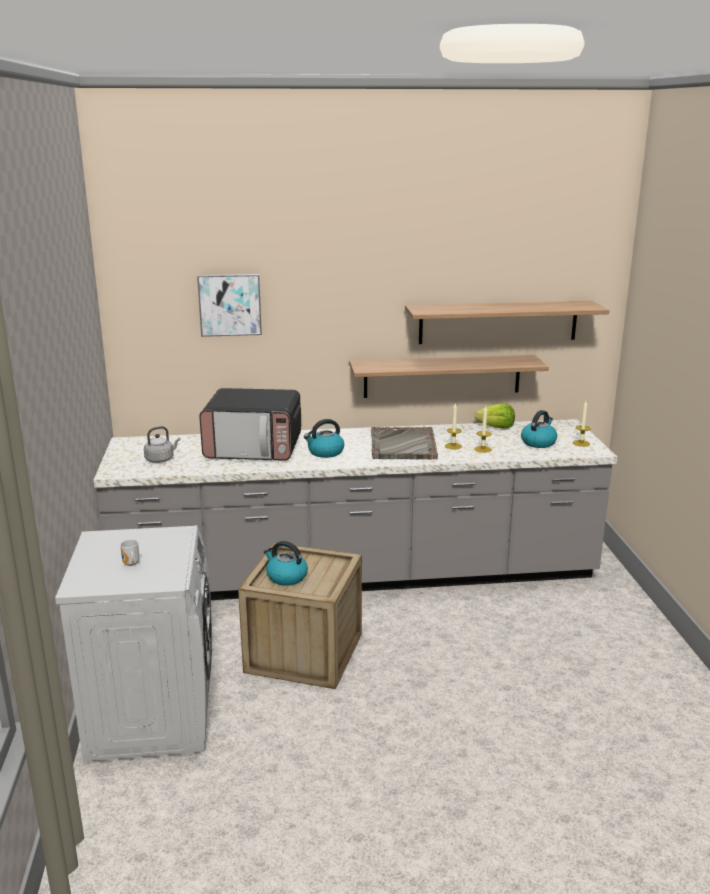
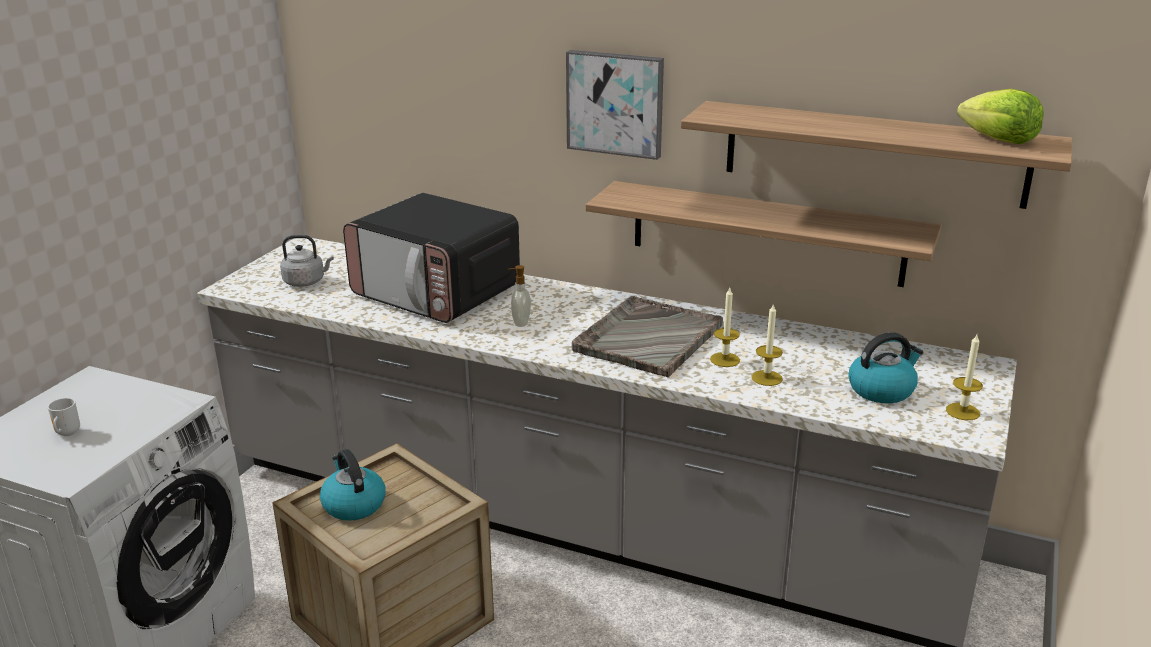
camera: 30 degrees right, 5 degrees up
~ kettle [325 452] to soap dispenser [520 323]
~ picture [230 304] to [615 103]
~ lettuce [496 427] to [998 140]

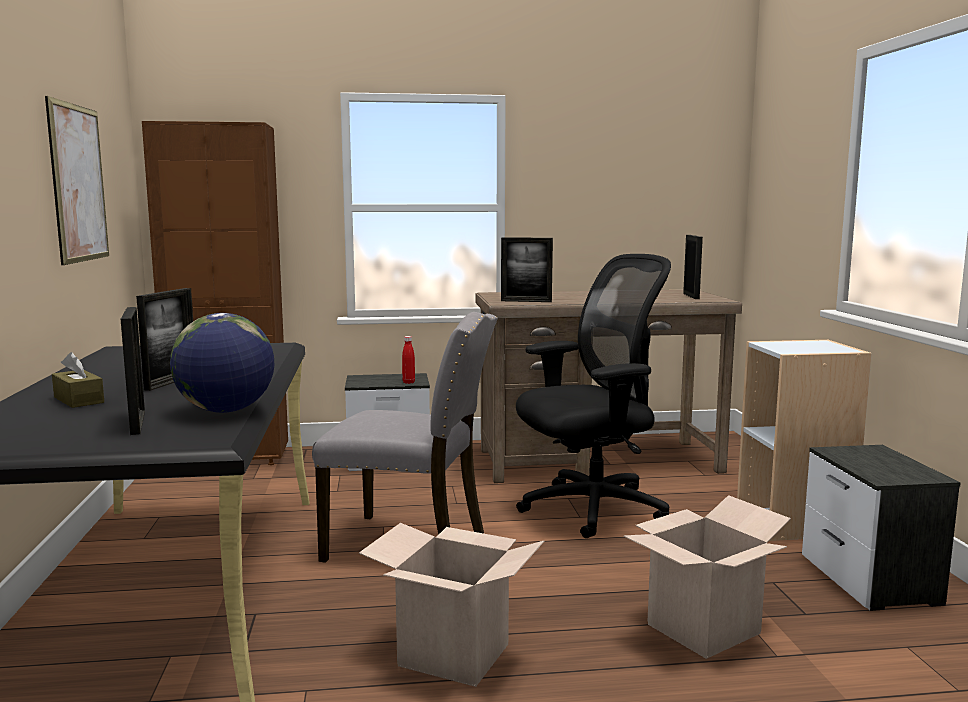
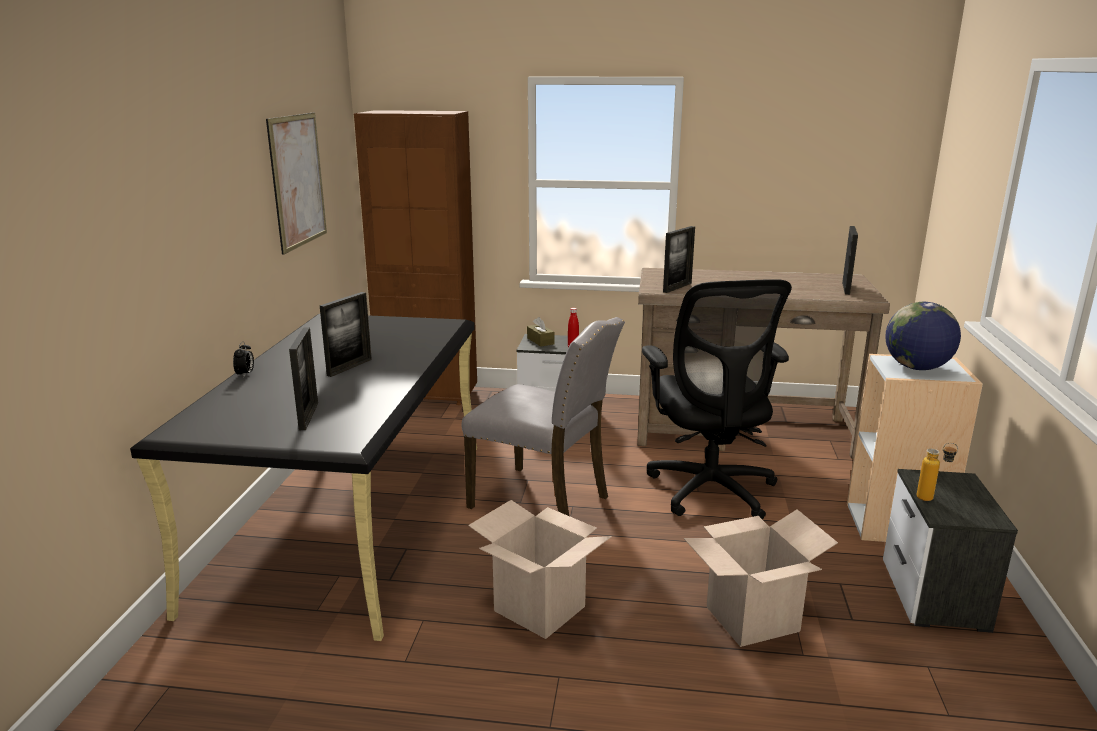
camera: 15 degrees right, 10 degrees up
+ alarm clock [245 374]
~ brown tissue box [79 400] to [540 341]
~ black office chair [587 511] = [707 486] 90 degrees clockwise
~ picture frame [526 301] = [677 287] 75 degrees counterclockwise
~ globe [226 411] to [917 368]
+ bottle [931 498]

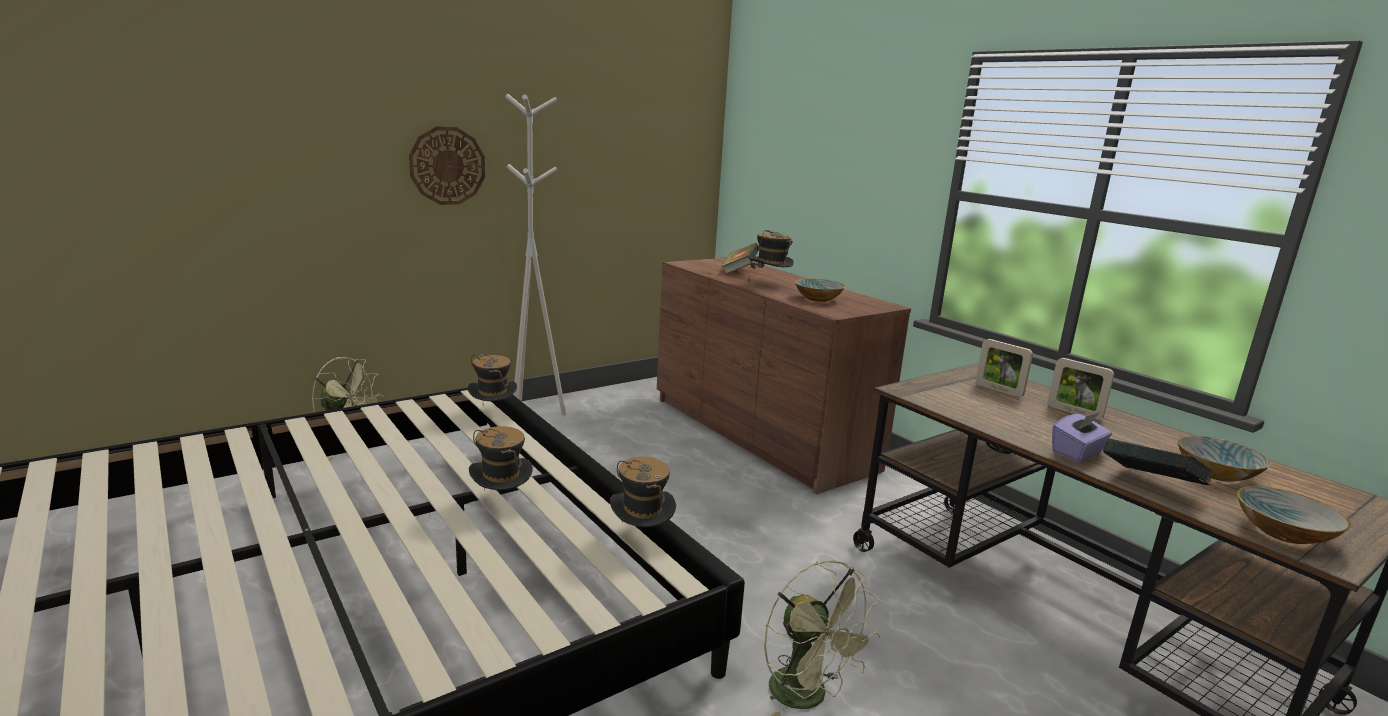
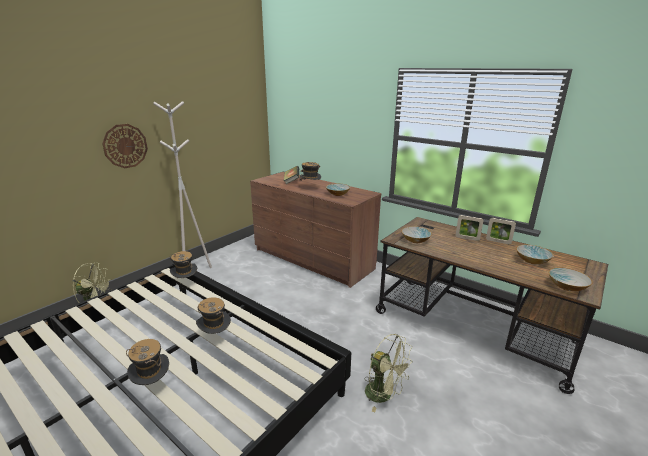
camera: 15 degrees left, 5 degrees up
~ hat [641 539] to [152 385]
+ bowl [415 240]
~ picture frame [999 390] to [498 241]
- purple tissue box [1077 453]
- book [1149 485]

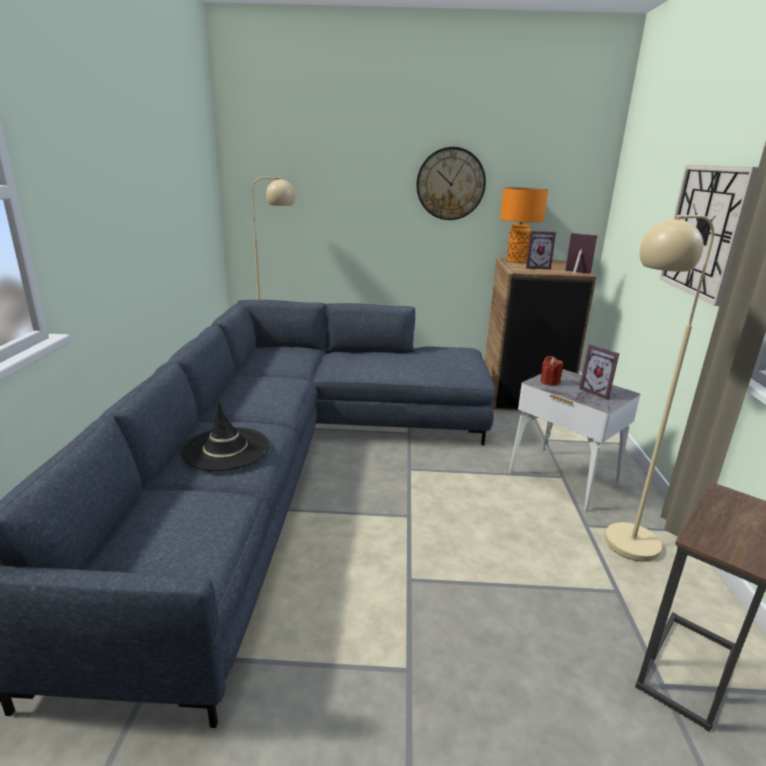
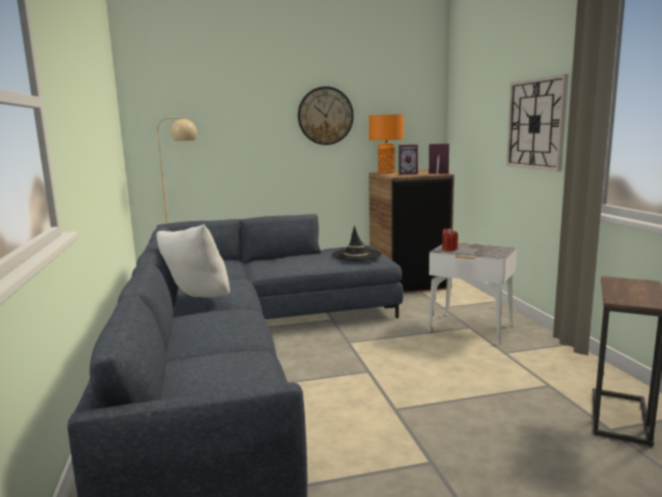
camera: 15 degrees left, 10 degrees down
+ white pillow [196 300]
~ black hat [226 449] to [356 255]
- picture frame [598 392]
- beige floor lamp [619 548]

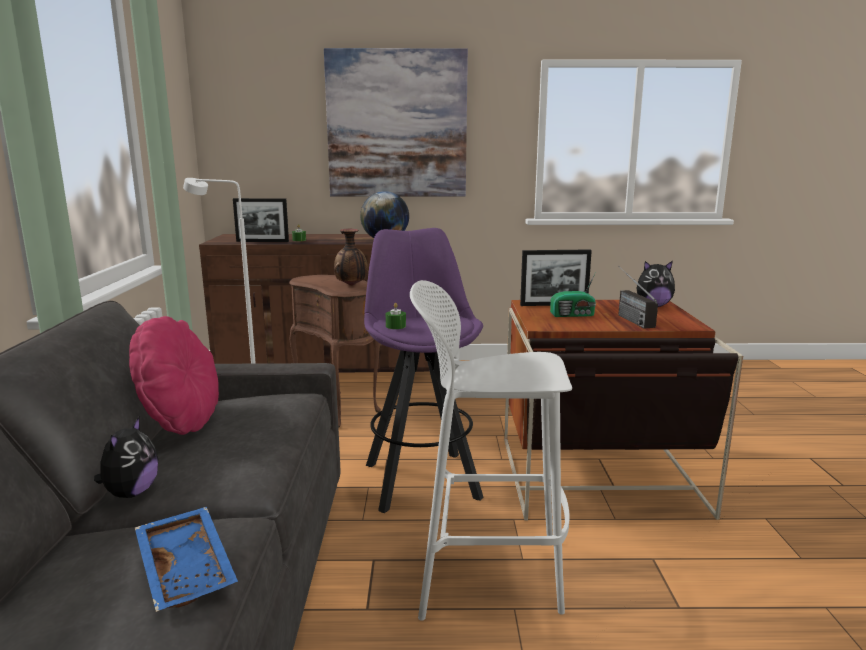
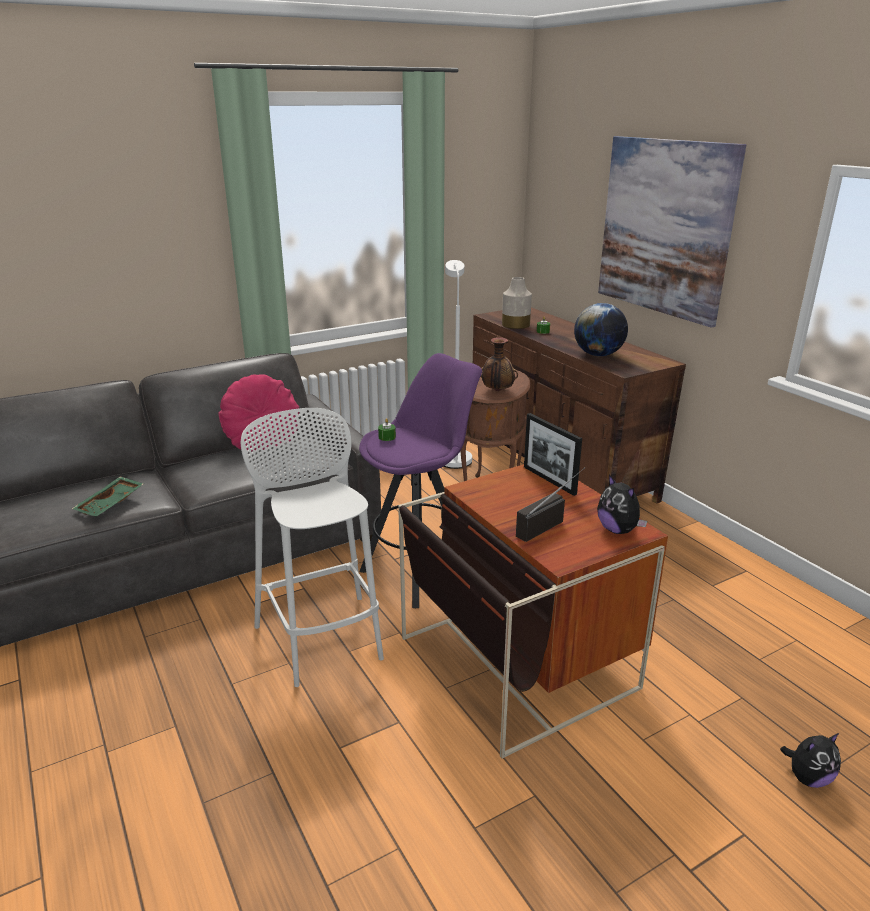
camera: 60 degrees right, 10 degrees up
~ blue tray [188 569] to green tray [111 504]
~ picture frame [262 241] to beige vase [516 324]
~ plush toy [130 493] to [807 777]
- radio [573 315]

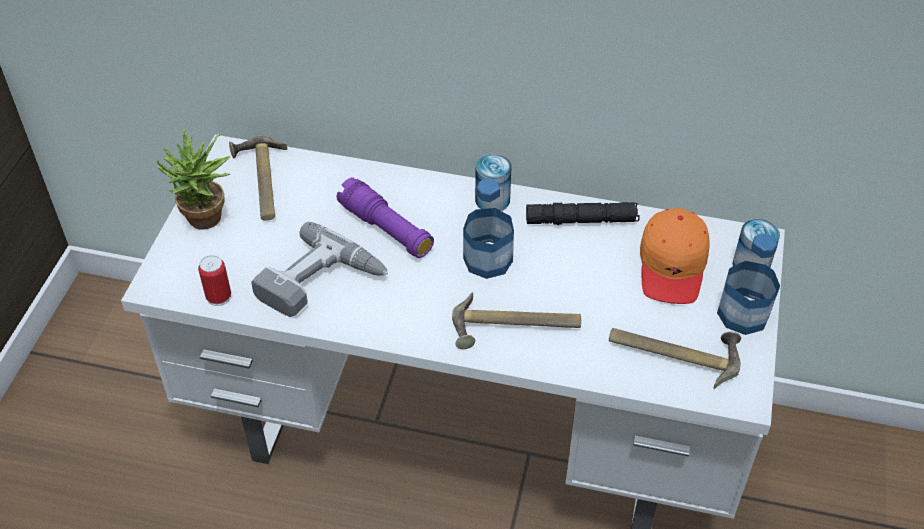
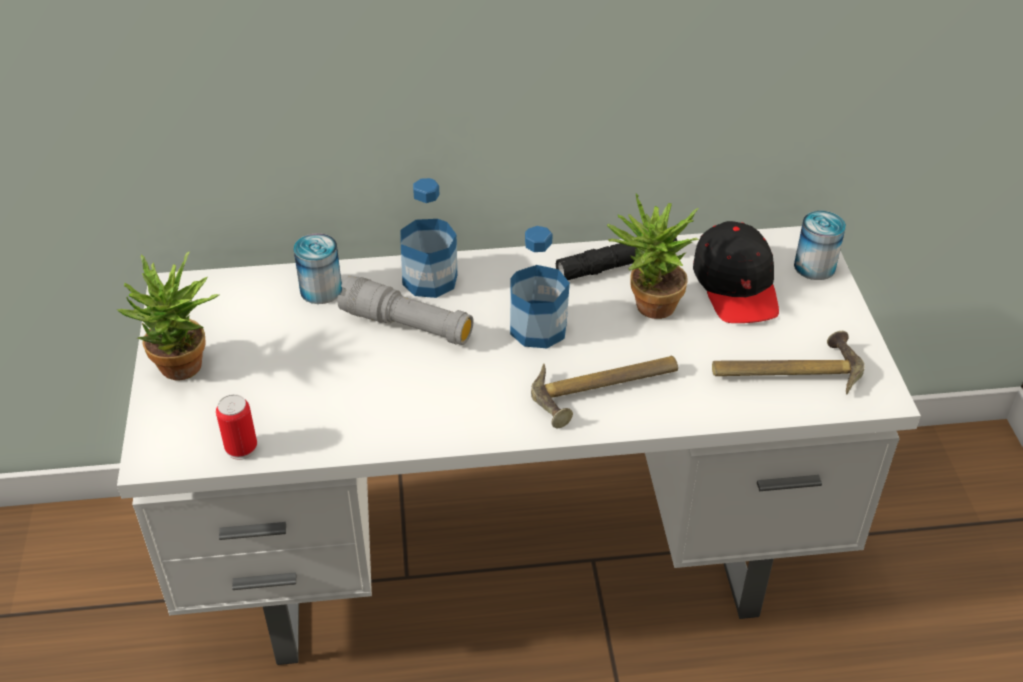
camera: 20 degrees left, 5 degrees down
~ can [492 200] to [321 290]
~ purple flashlight [386 229] to grey flashlight [407 325]
~ bottle [743 314] to [430 279]
+ potted plant [647 307]
~ orange cap [672 265] to black cap [736 285]
- hammer [259 183]
- power drill [321 284]

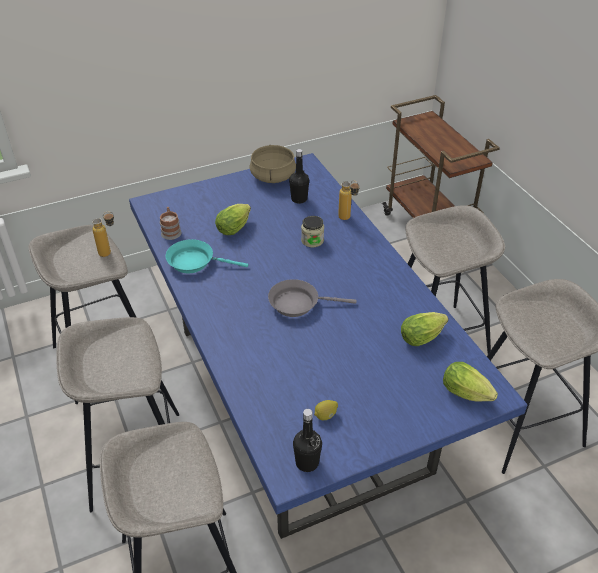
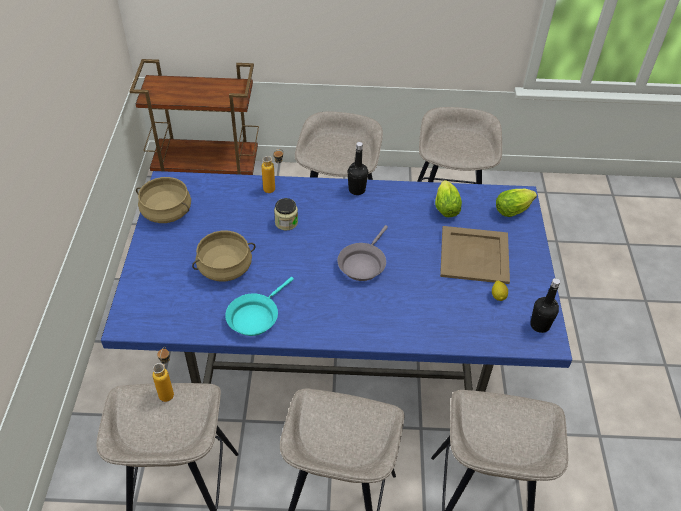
camera: 65 degrees left, 5 degrees up
~ lettuce [235 227] to beige cooking pot [225 268]
~ black bottle [299 199] to [357 190]
+ beige tray [475 254]
- mug [171 231]

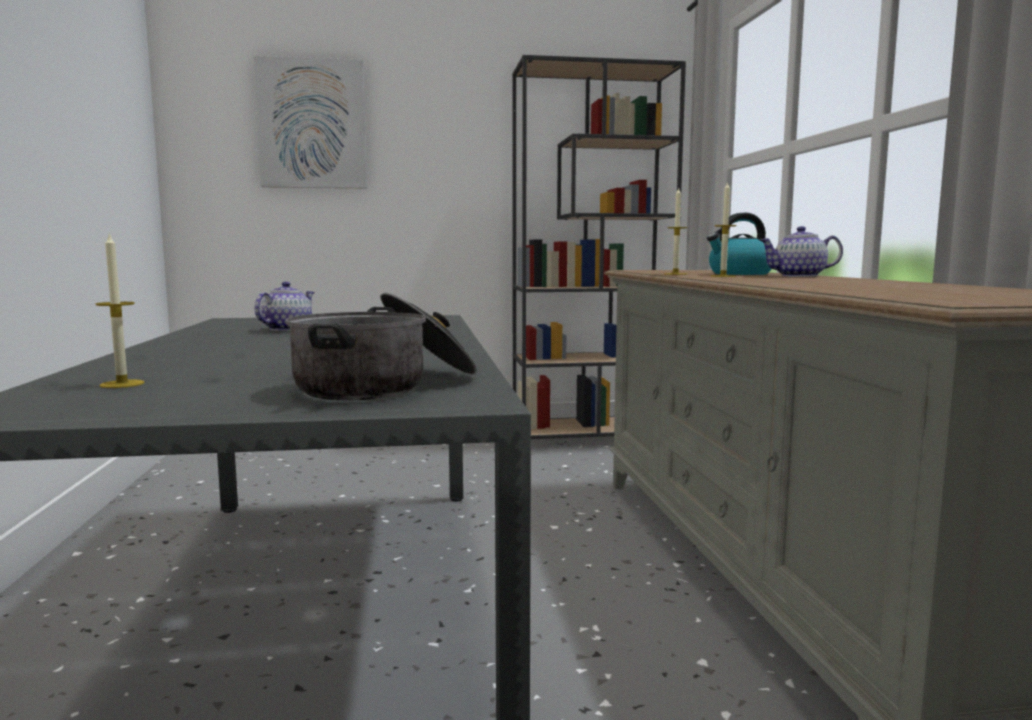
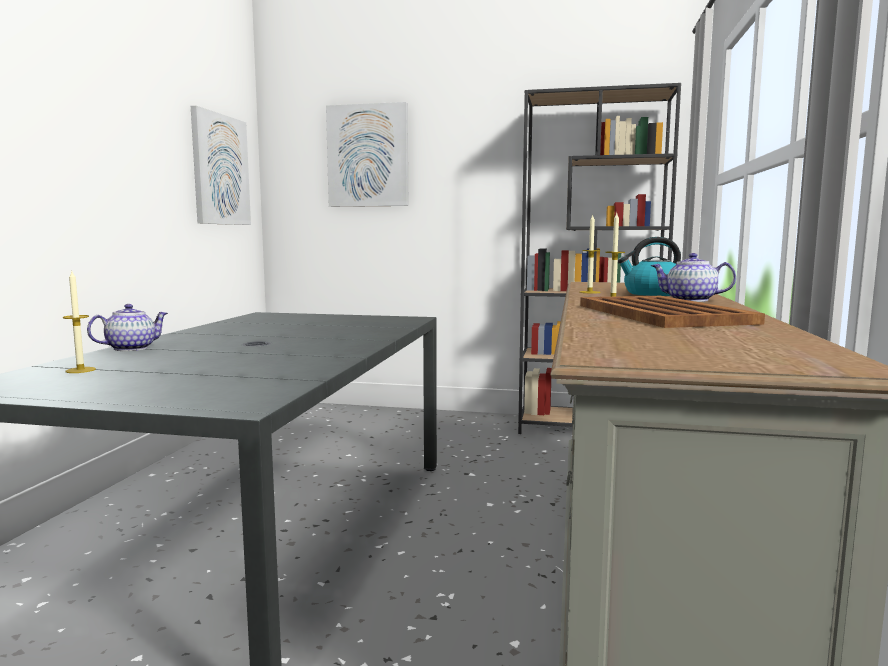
camera: 20 degrees right, 0 degrees up
~ teapot [287 329] to [131 348]
+ picture [220 170]
+ brown tray [662 314]
- cooking pot [386 385]

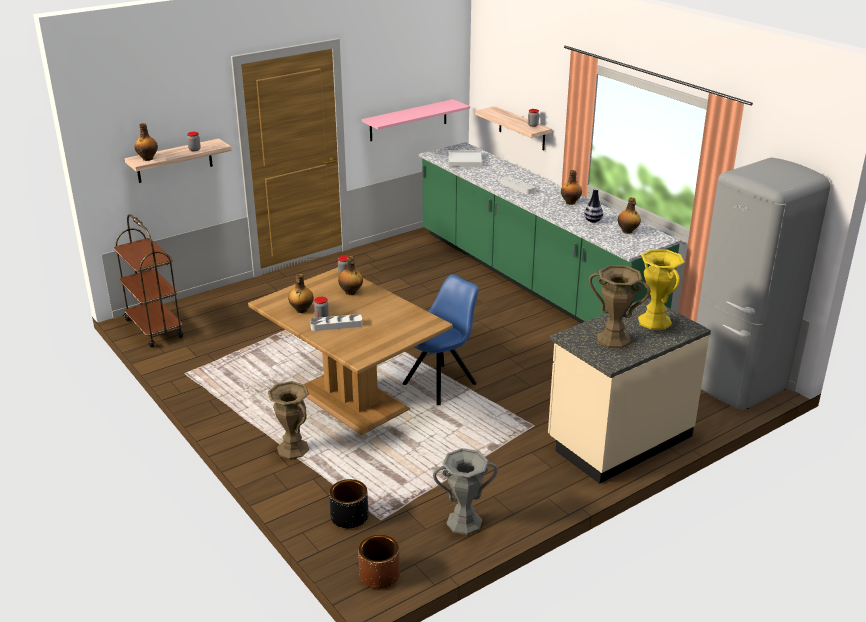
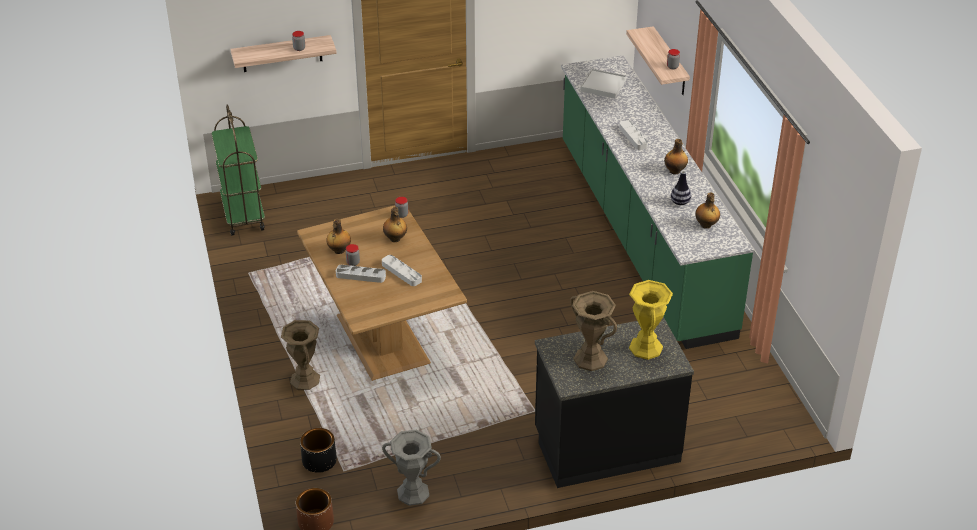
camera: 20 degrees right, 10 degrees up
~ brown cart [154 329] to green cart [243 215]
+ grey tray [401 272]
~ beige counter [618 439] to black counter [606 446]
- bottle [148 158]
- pink shelf [408 120]
- blue chair [440 384]
- grey fridge [734 385]

